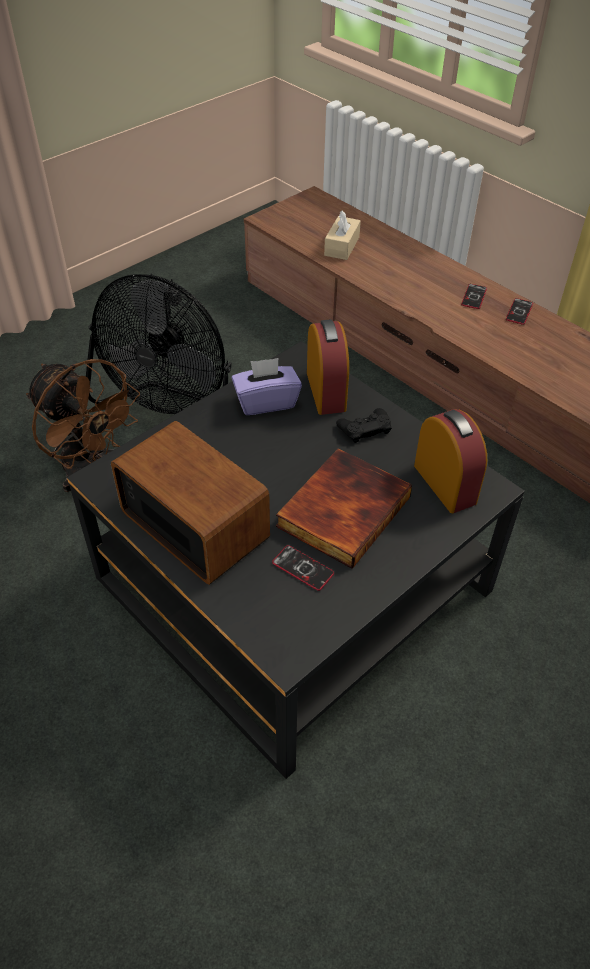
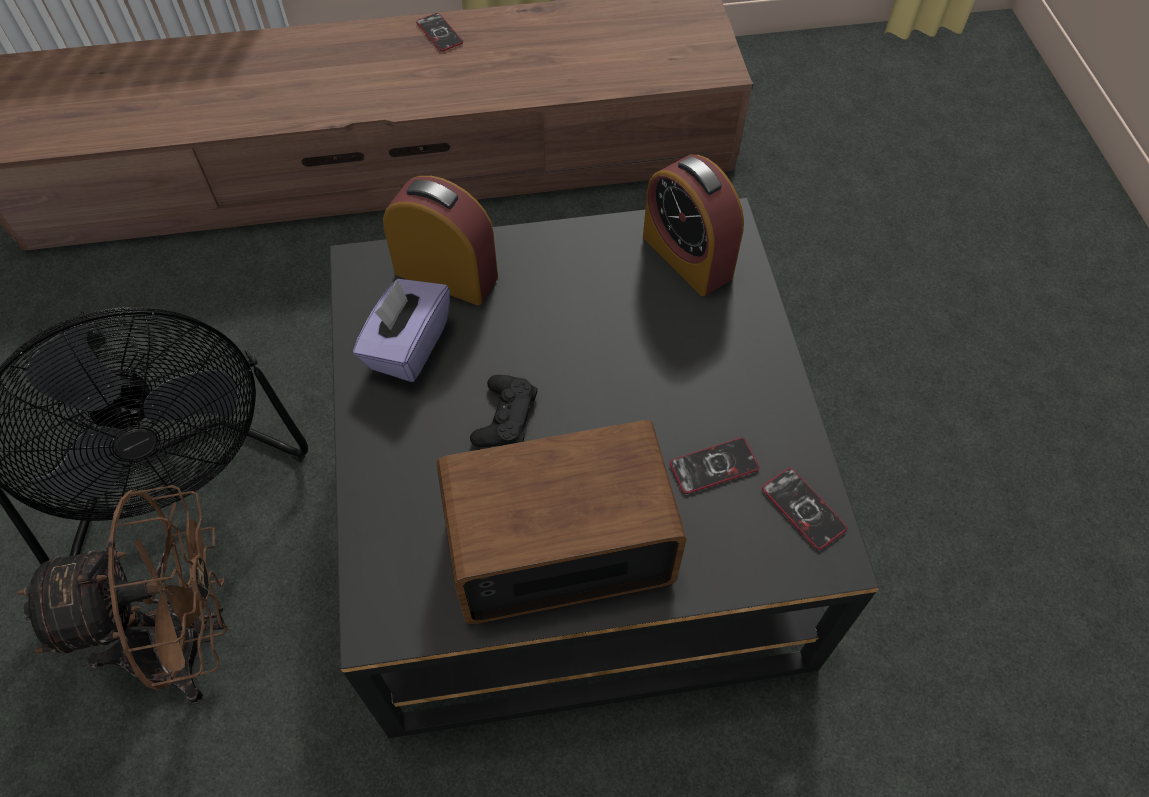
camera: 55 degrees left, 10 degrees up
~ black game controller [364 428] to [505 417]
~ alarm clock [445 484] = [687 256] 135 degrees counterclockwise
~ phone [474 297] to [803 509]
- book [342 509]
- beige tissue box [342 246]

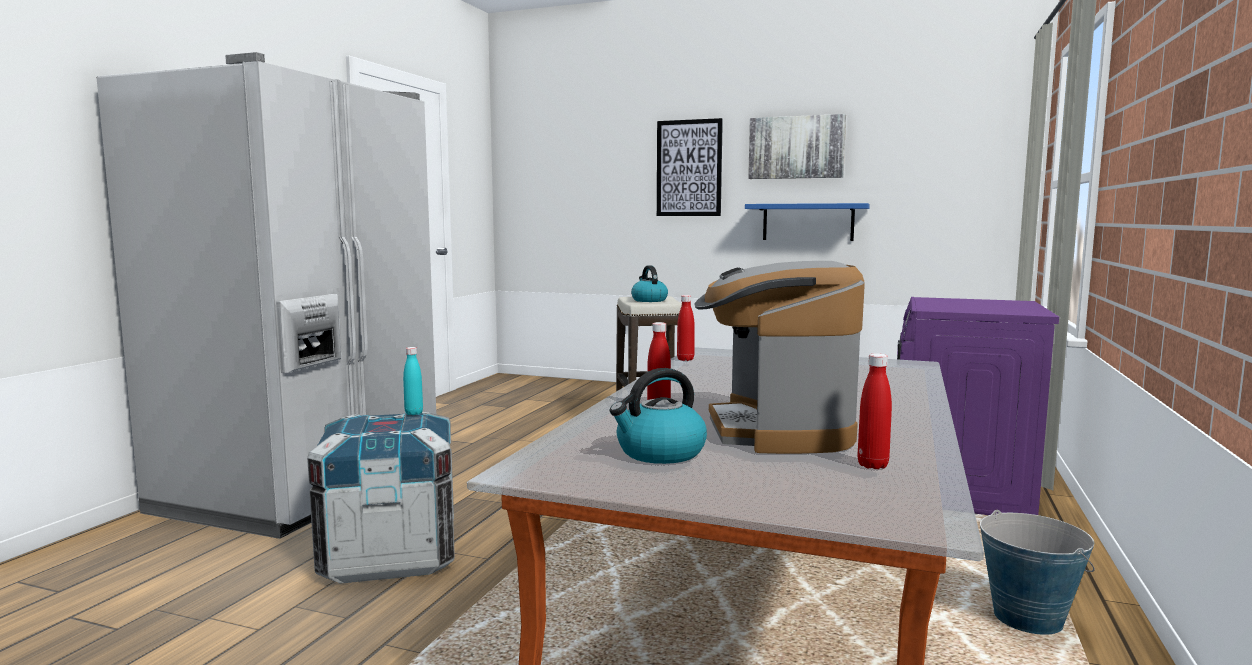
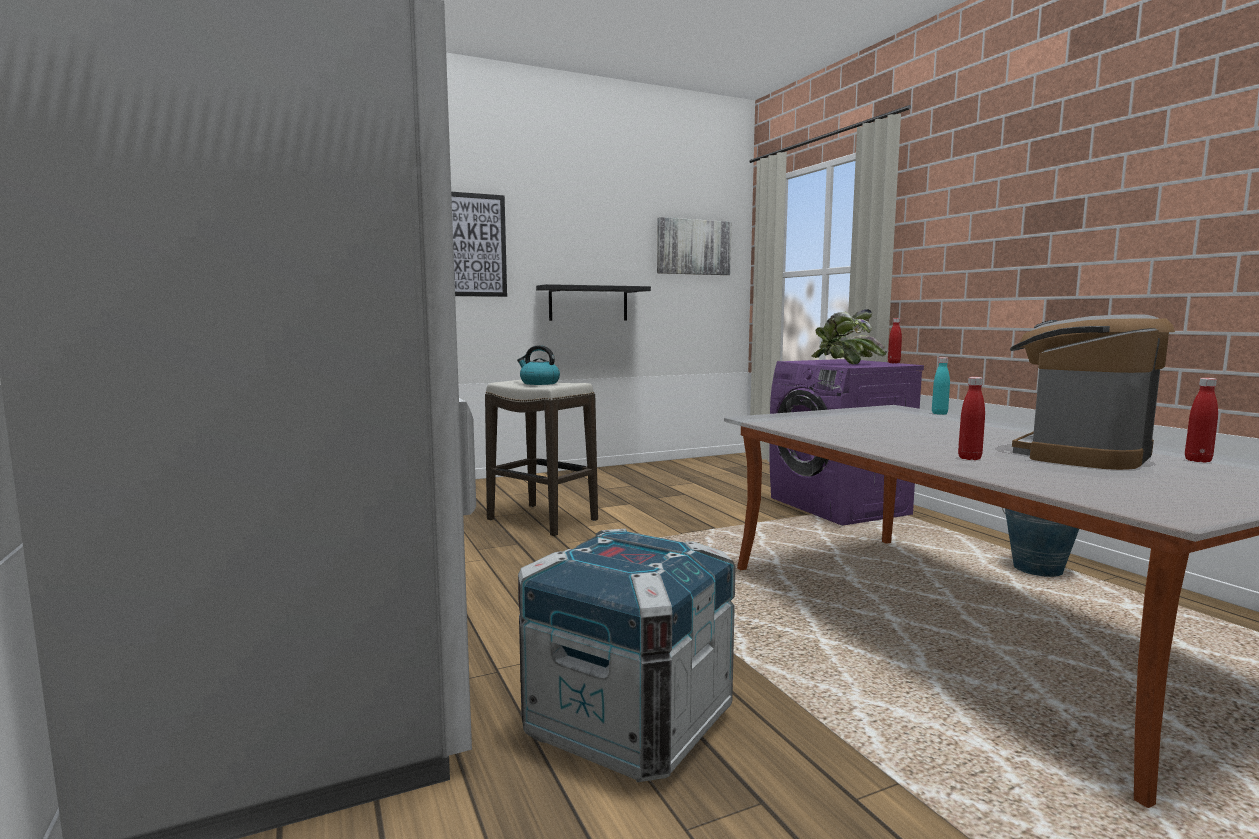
camera: 45 degrees left, 0 degrees up
~ blue shelf [808 222] to black shelf [588 303]
~ picture [796 147] to [693 247]
+ potted plant [846 364]
~ red bottle [685 359] to [894 363]
~ turquoise bottle [414 413] to [939 413]
~ coffee machine [777 431] = [1079 455] 90 degrees clockwise
- kettle [659 453]

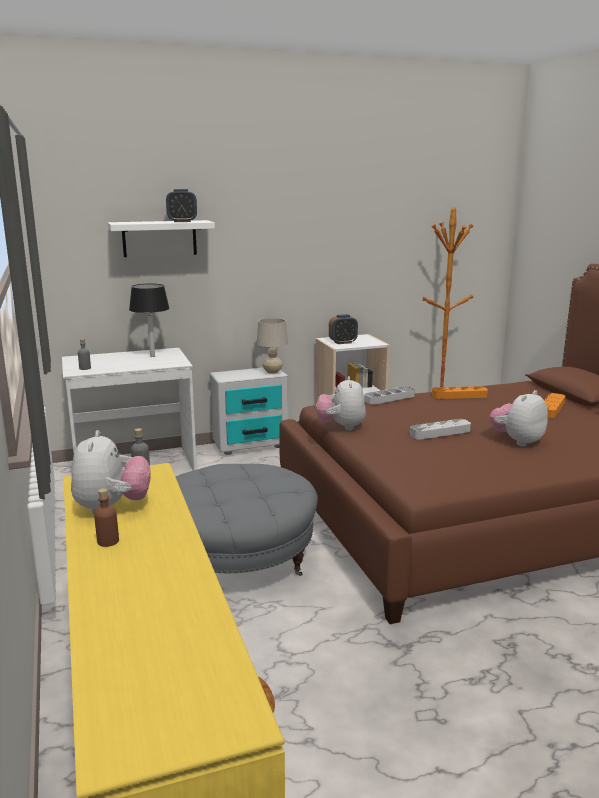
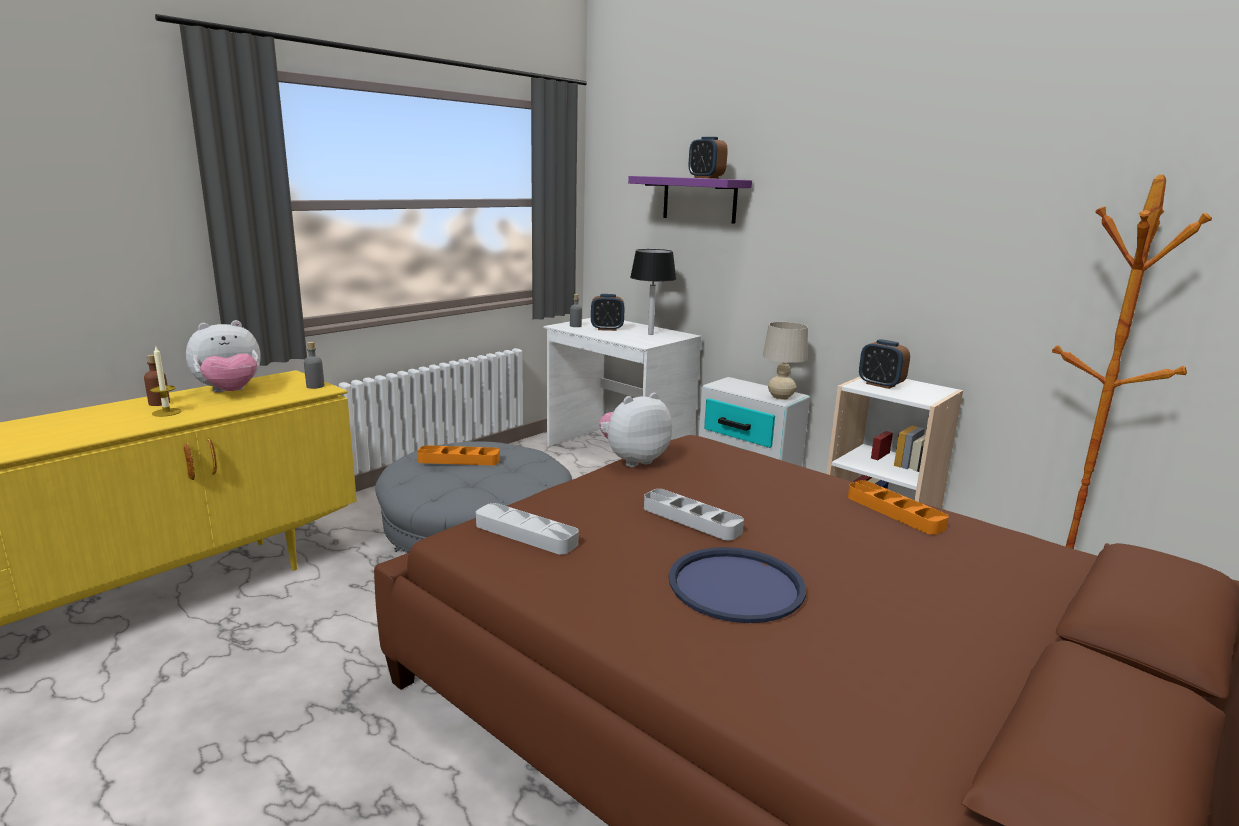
camera: 60 degrees right, 0 degrees up
+ candle [166 412]
~ orange tray [551 408] to [459 460]
~ grey tray [389 398] to [526 534]
+ alarm clock [607 329]
~ white shelf [159 238] to purple shelf [699 199]
~ plush toy [517 441] to blue tray [736 586]

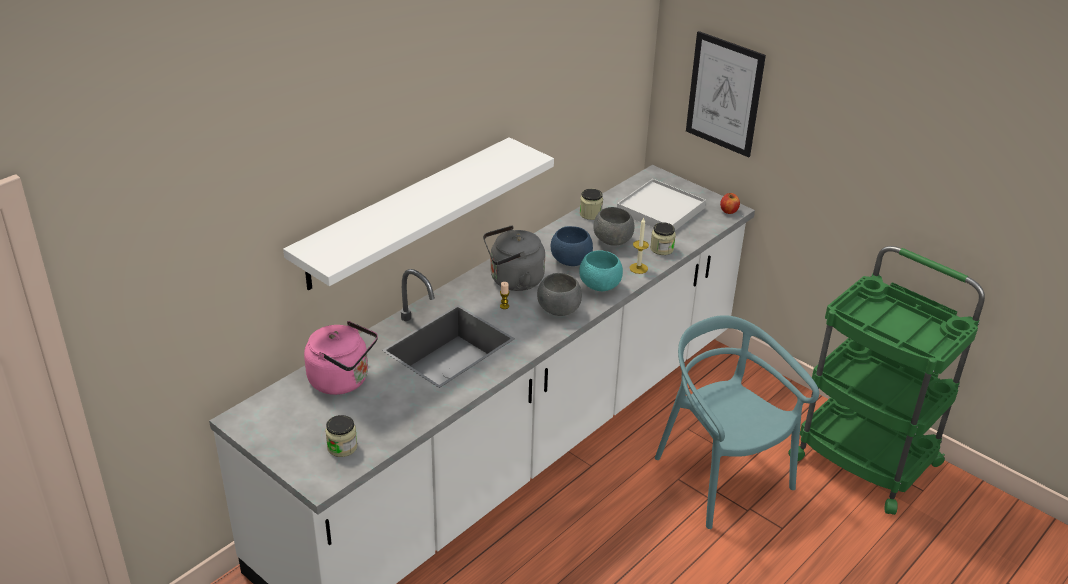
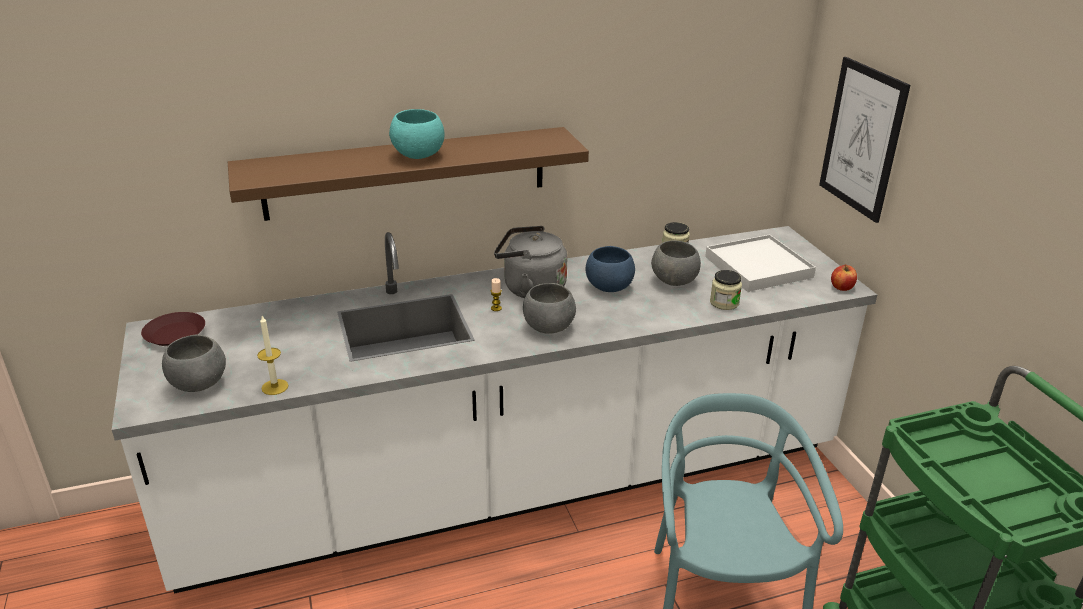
camera: 30 degrees right, 5 degrees down
+ brown plate [174 334]
~ jar [342 447] to grey bowl [199 384]
~ white shelf [406 212] to brown shelf [406 173]
~ candle [638 268] to [275 387]
~ turquoise bowl [599 286] to [417 156]
- pink kettle [343 380]

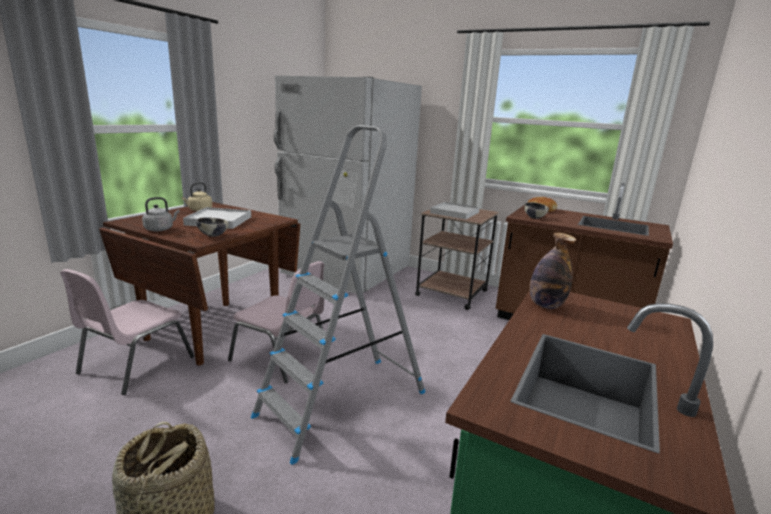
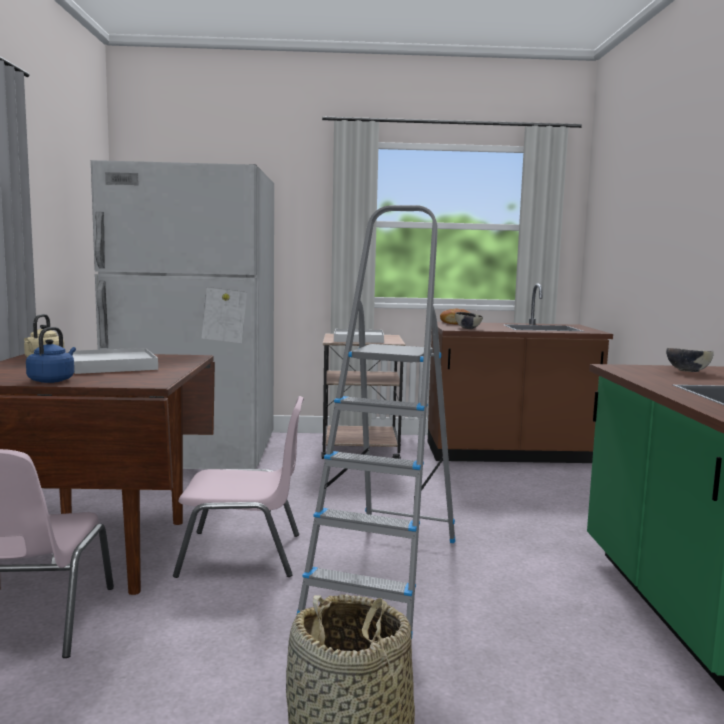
camera: 30 degrees left, 10 degrees down
~ grey kettle [160 229] to blue kettle [53 380]
~ bowl [213 235] to [687 371]
- bottle [545 305]

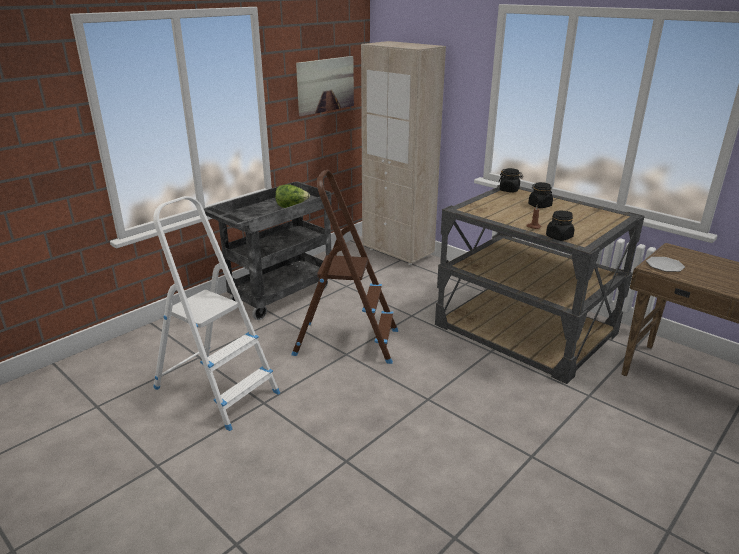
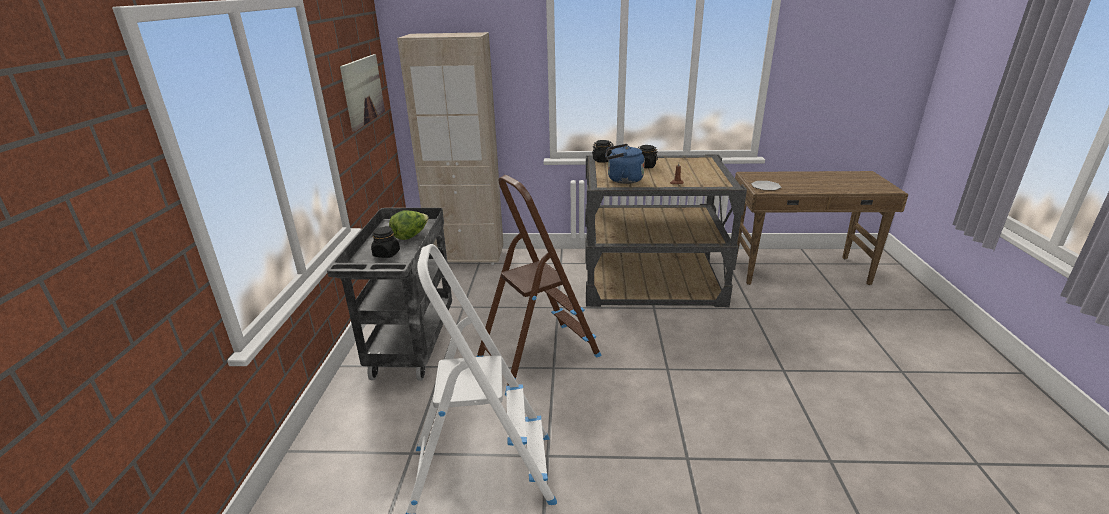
camera: 40 degrees left, 0 degrees up
~ black jar [559 237] to [386 254]
+ blue kettle [622 180]

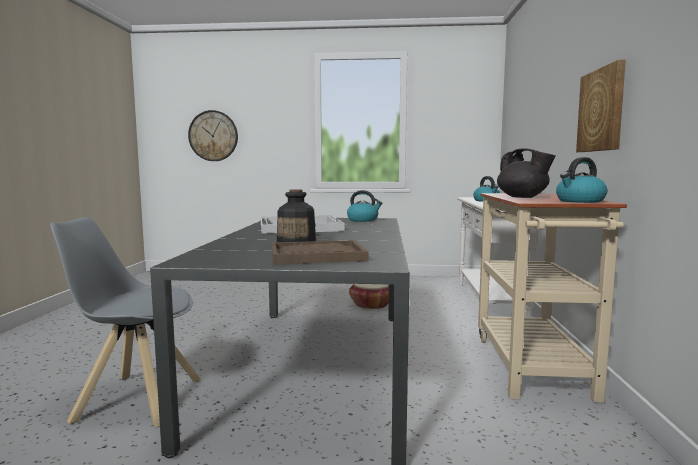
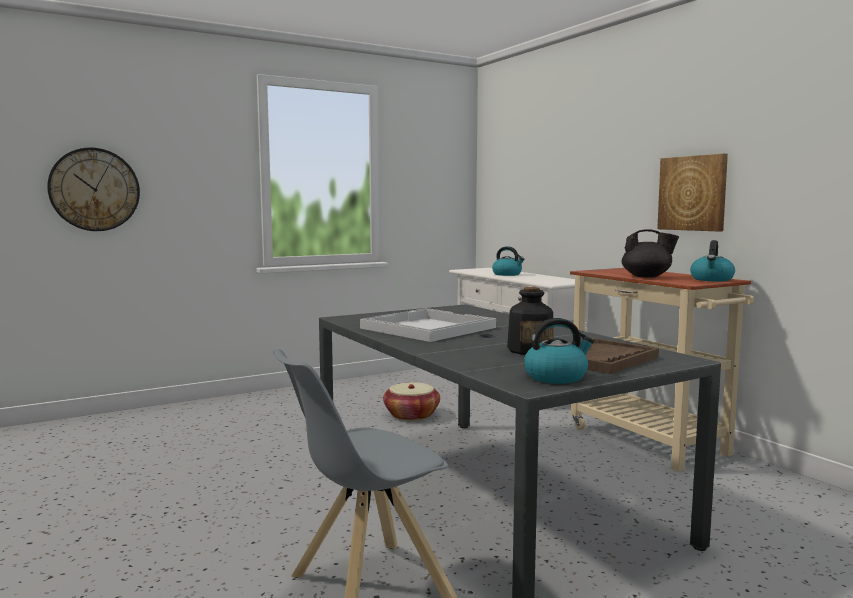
camera: 35 degrees left, 0 degrees up
~ kettle [363 220] to [556 377]

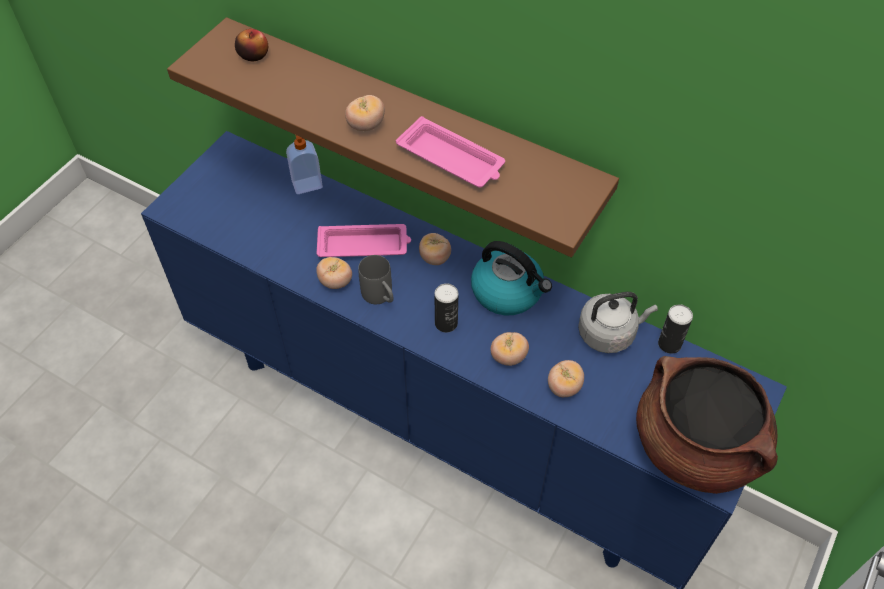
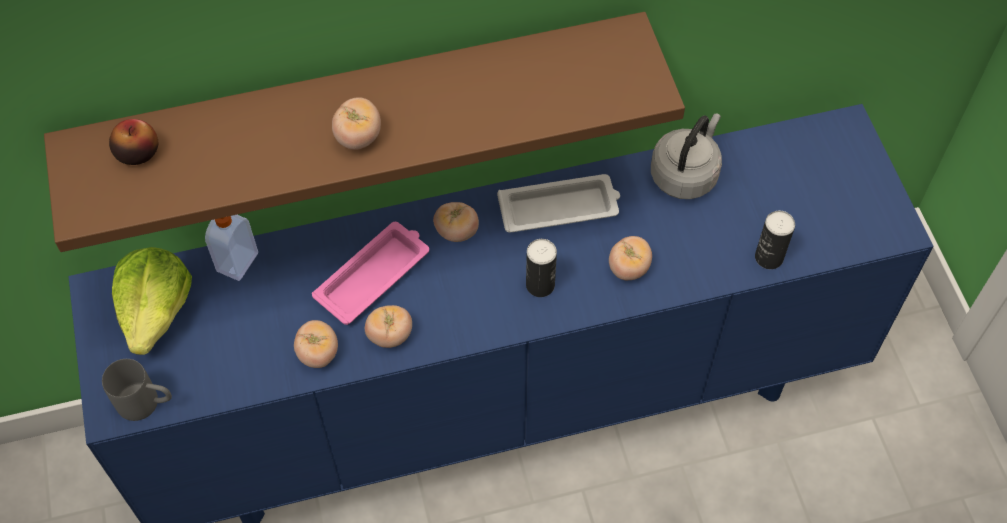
camera: 45 degrees left, 5 degrees up
~ grey mug [380 297] to [147 404]
+ lettuce [157 312]
~ tomato [564 387] to [318 353]
~ kettle [508 292] to white tray [560 208]
~ can [669 344] to [769 257]
- pink tray [452 159]
- brown cooking pot [696 447]

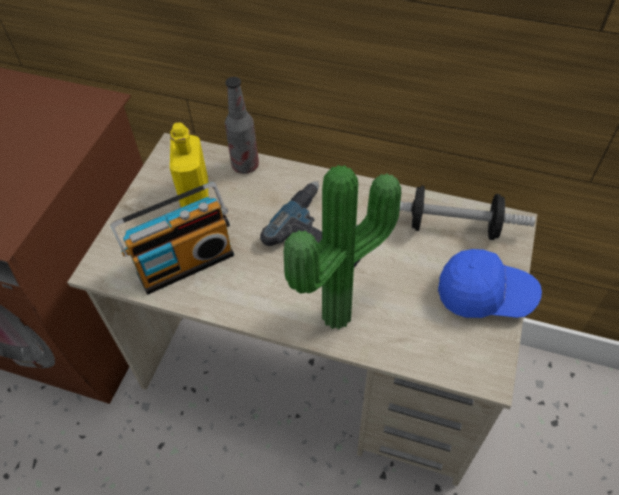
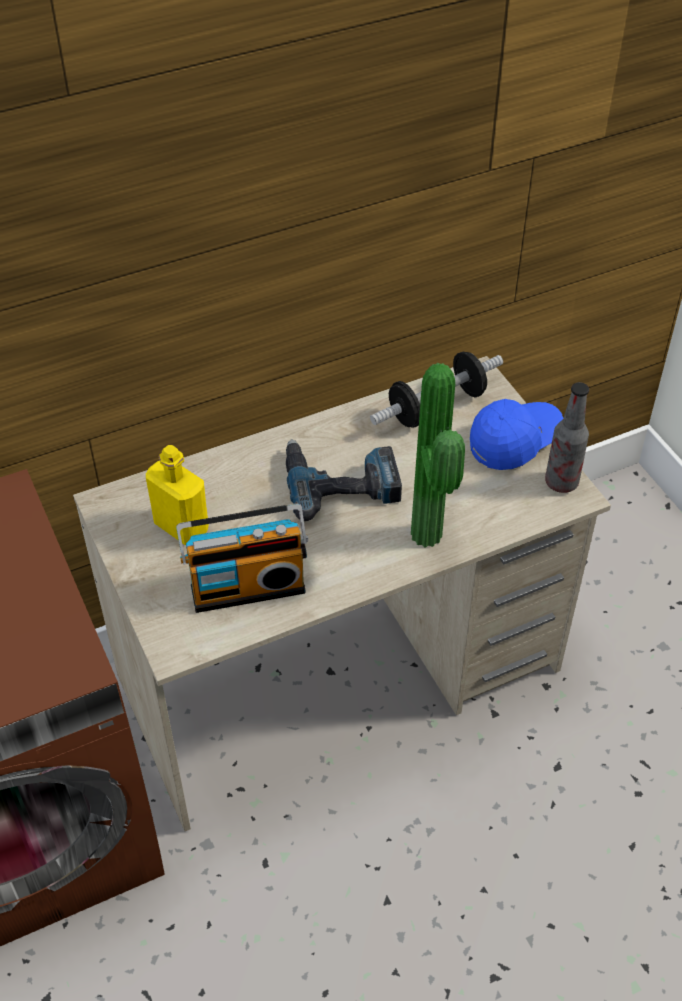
camera: 45 degrees left, 5 degrees down
~ radio [184 261] = [247 586] 60 degrees clockwise
~ bottle [245 165] to [561 482]

